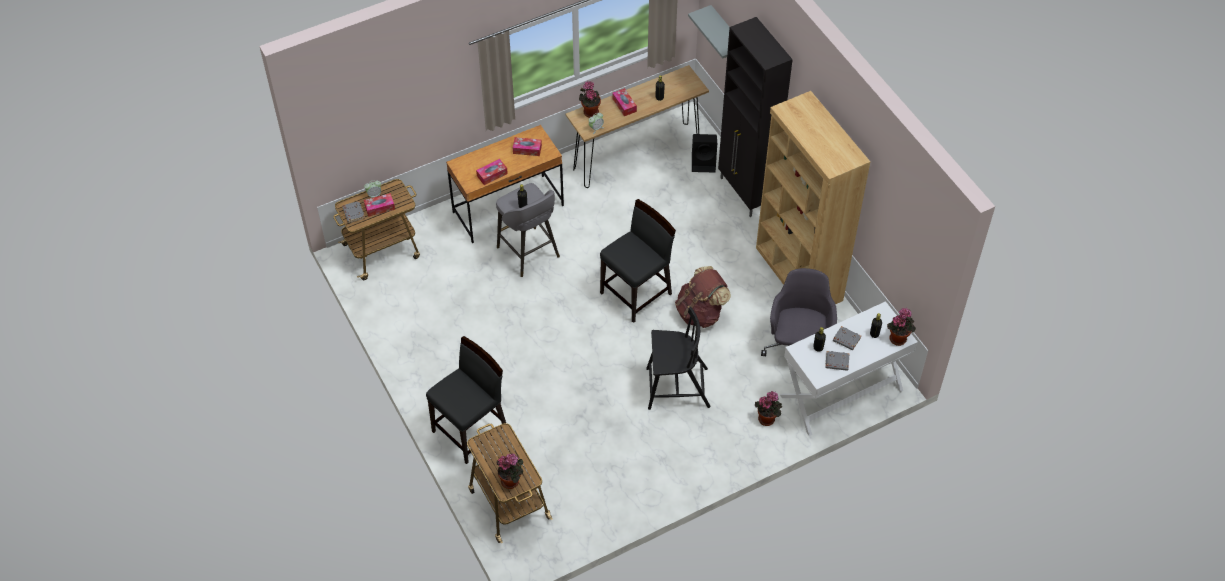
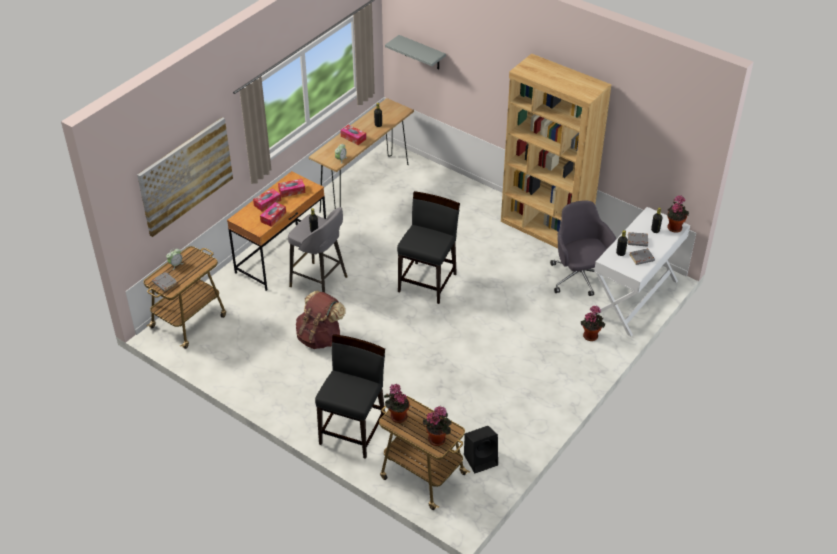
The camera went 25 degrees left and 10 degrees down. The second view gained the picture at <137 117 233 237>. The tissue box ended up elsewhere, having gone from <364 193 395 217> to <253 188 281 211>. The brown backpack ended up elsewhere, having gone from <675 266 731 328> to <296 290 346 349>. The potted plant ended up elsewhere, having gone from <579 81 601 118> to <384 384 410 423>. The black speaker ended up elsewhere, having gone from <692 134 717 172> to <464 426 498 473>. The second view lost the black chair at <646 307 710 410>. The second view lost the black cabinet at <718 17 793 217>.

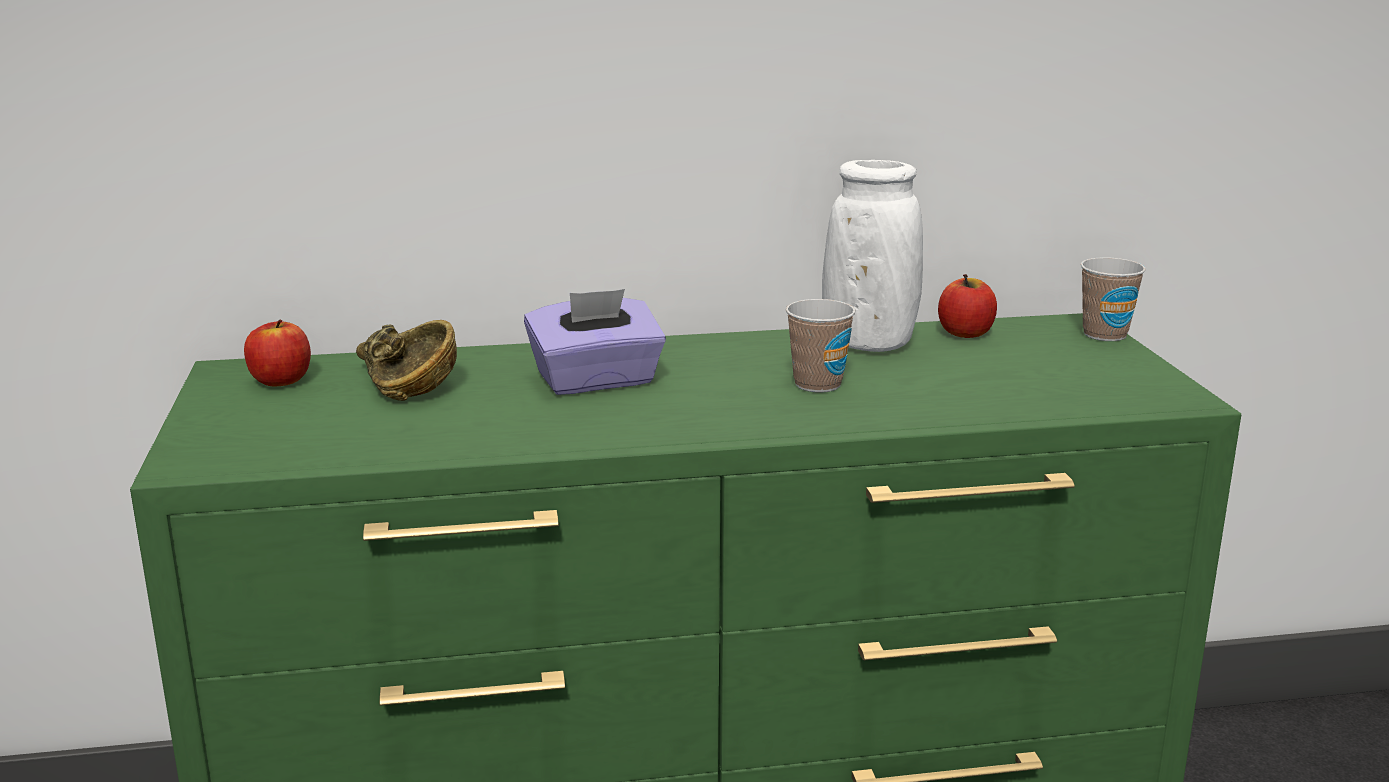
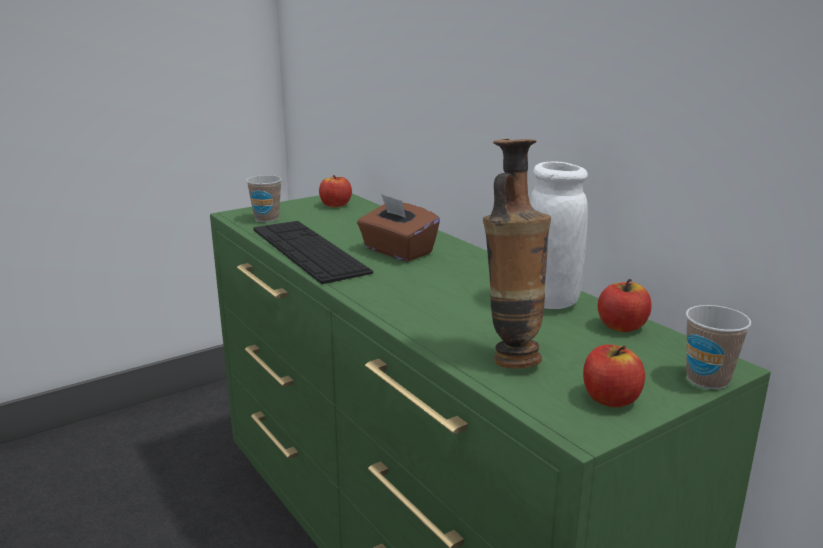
The camera went 65 degrees right and 0 degrees up. The cup ended up elsewhere, having gone from <786 299 855 393> to <246 175 282 222>. The second view gained the keyboard at <253 221 373 284>. What was the purple tissue box at <524 289 666 395> turned into the brown tissue box at <357 194 440 262>. The second view gained the vase at <483 139 551 369>. The second view gained the apple at <583 344 645 407>. The second view lost the brown bowl at <356 320 457 401>.

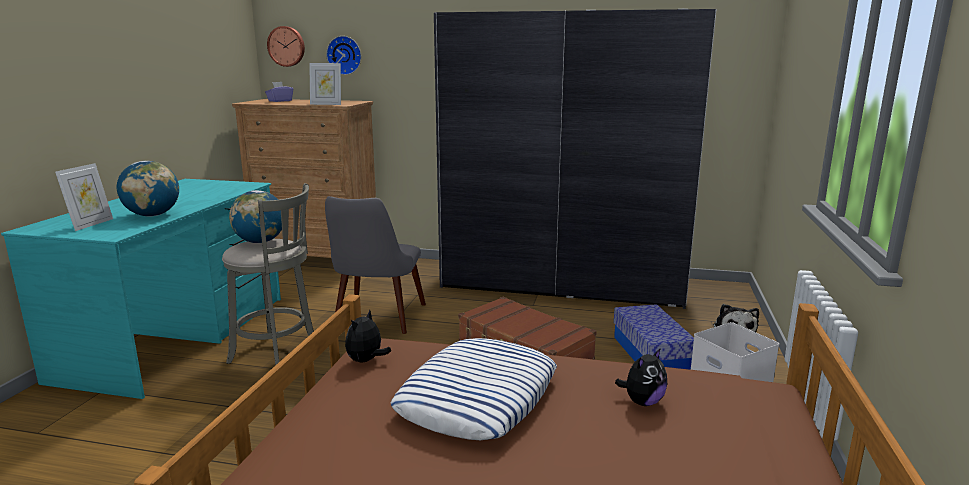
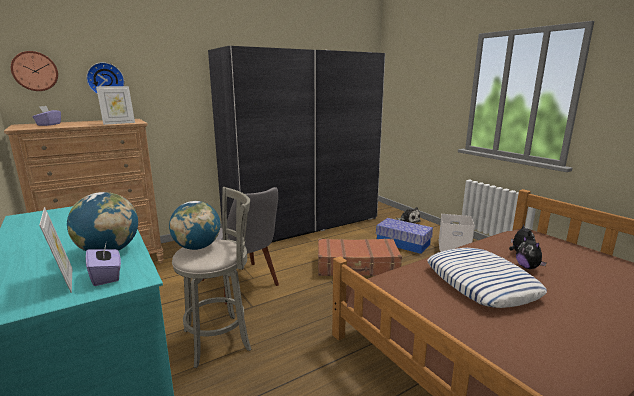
The camera went 45 degrees left and 0 degrees up. The second view gained the purple tissue box at <86 244 121 286>. The plush toy ended up elsewhere, having gone from <345 310 391 362> to <516 236 546 269>.

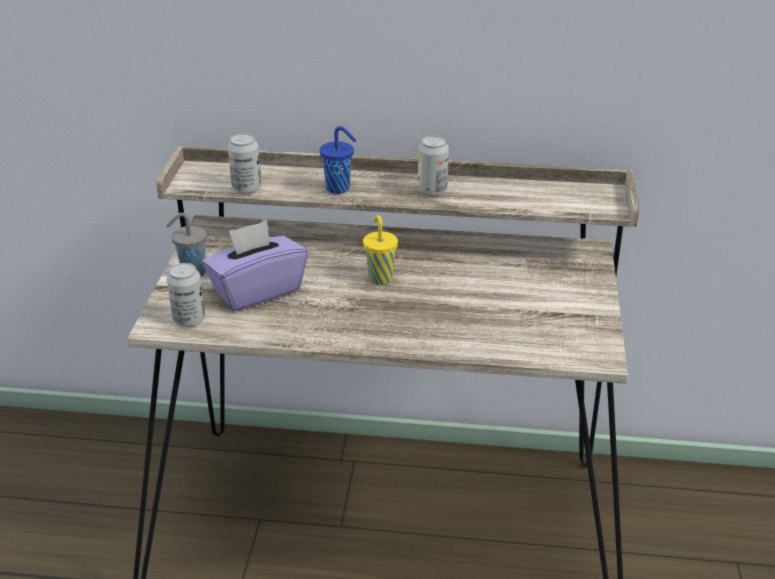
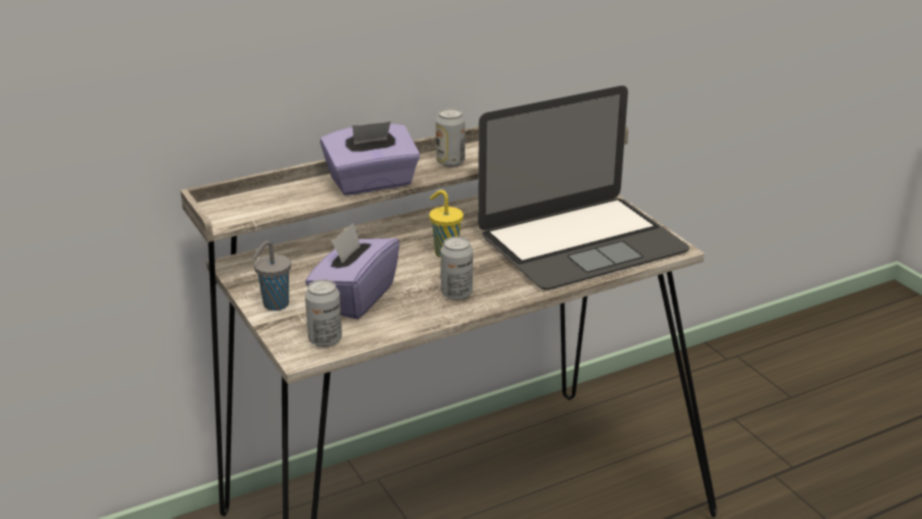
The camera went 35 degrees left and 5 degrees down. Where the blue cup stood at <320 126 356 194>, the purple tissue box came to stand at <320 121 420 196>. The can ended up elsewhere, having gone from <228 133 262 194> to <441 237 473 300>. The second view gained the laptop at <478 86 690 290>.

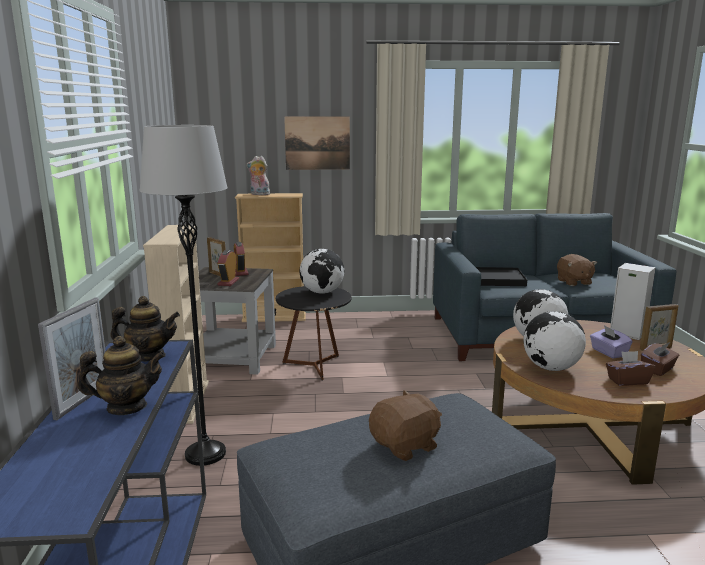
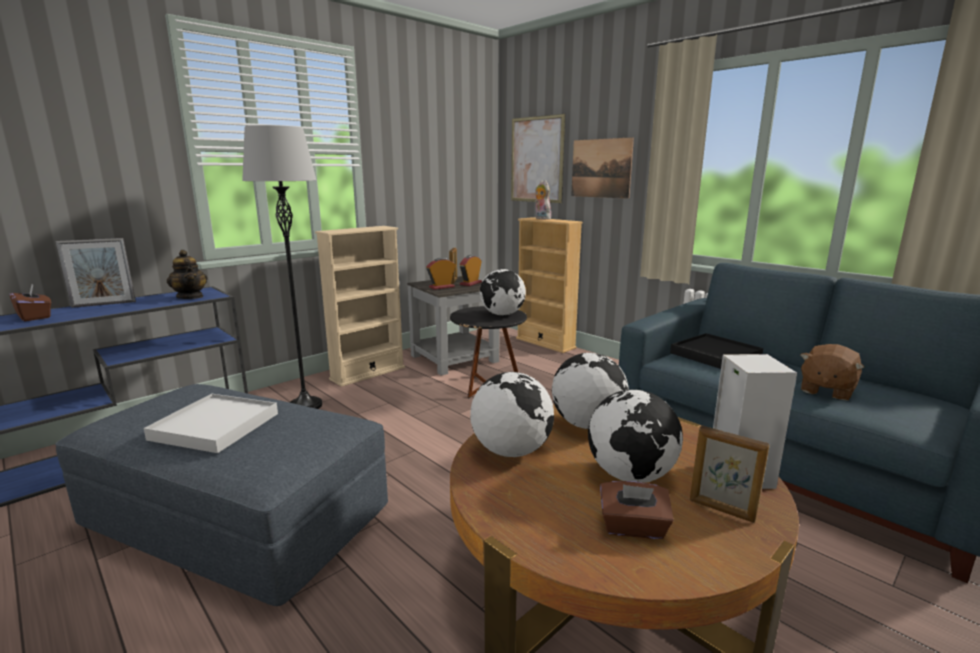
The camera went 50 degrees right and 0 degrees up. The brown tissue box ended up elsewhere, having gone from <606 351 656 386> to <10 284 51 321>. Where the brown plush toy stood at <369 390 442 461>, the white tray came to stand at <144 394 278 453>. The second view gained the picture at <511 114 566 203>. Where the purple tissue box stood at <590 325 633 359>, the globe came to stand at <588 389 683 483>. The second view lost the teapot at <77 336 165 415>.

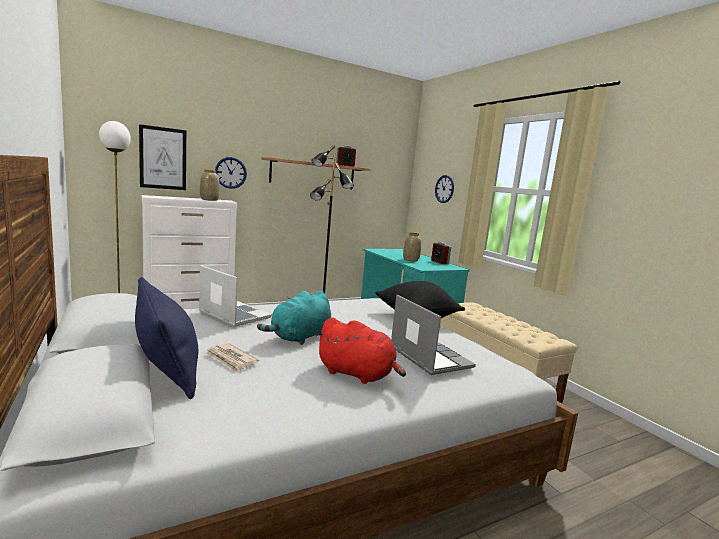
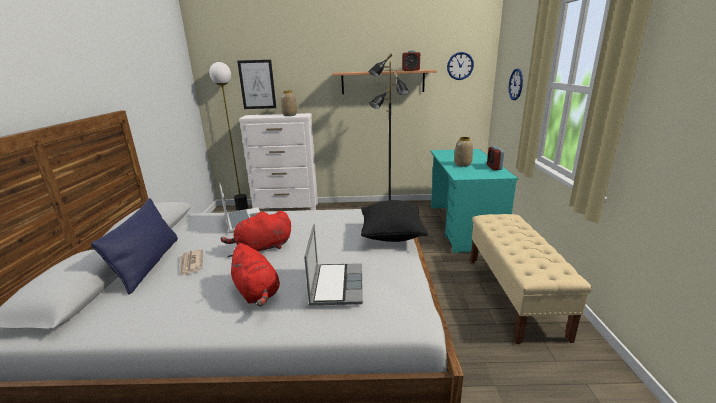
The camera went 30 degrees right and 10 degrees up. What was the turquoise plush toy at <257 291 331 345> turned into the red plush toy at <220 211 291 252>. The wall clock ended up elsewhere, having gone from <215 157 247 189> to <447 52 474 80>.

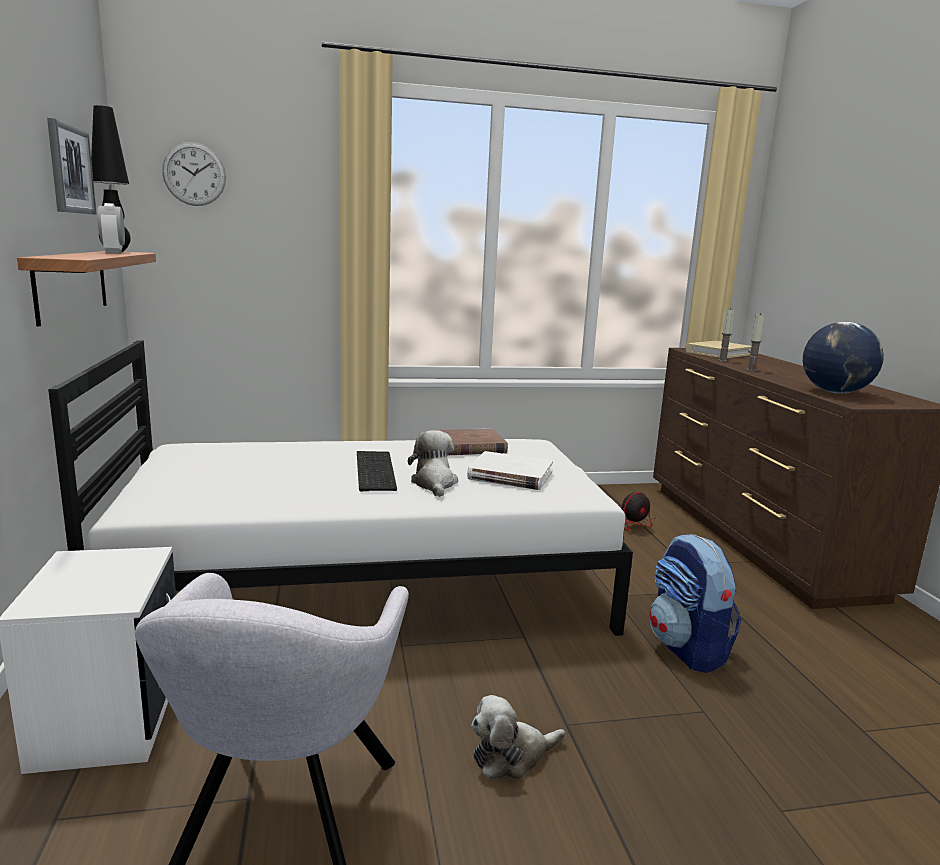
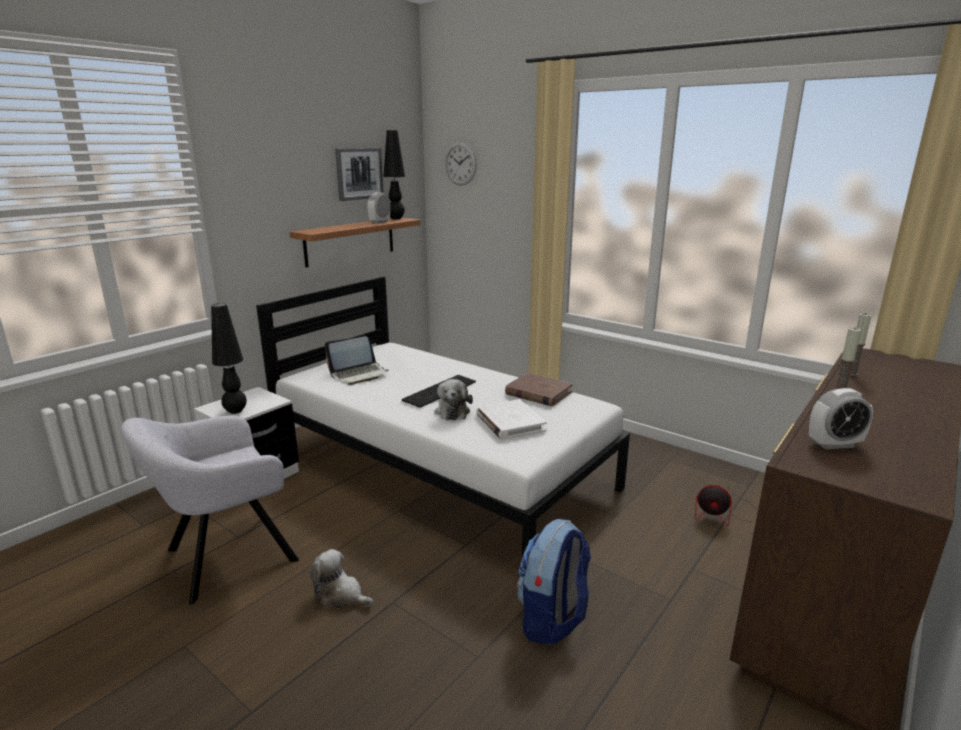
The camera went 50 degrees right and 5 degrees up. The second view gained the black table lamp at <211 303 247 414>. The second view gained the laptop at <325 336 389 385>. The plush toy at <408 430 458 497> ended up facing another way, 135 degrees clockwise from before. Where the globe stood at <803 322 884 394>, the alarm clock came to stand at <809 388 873 449>. The second view lost the beige book at <685 341 751 358>.

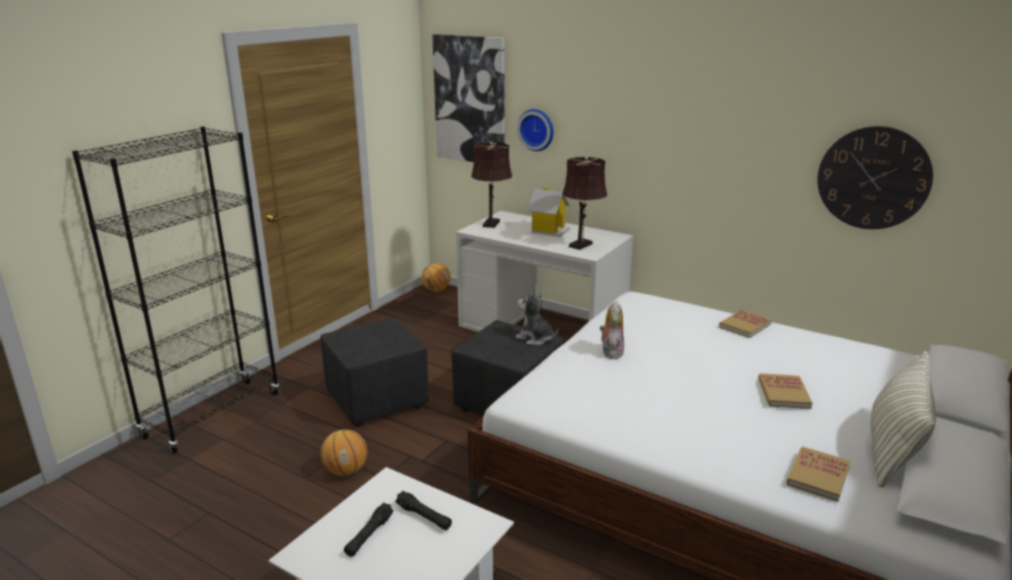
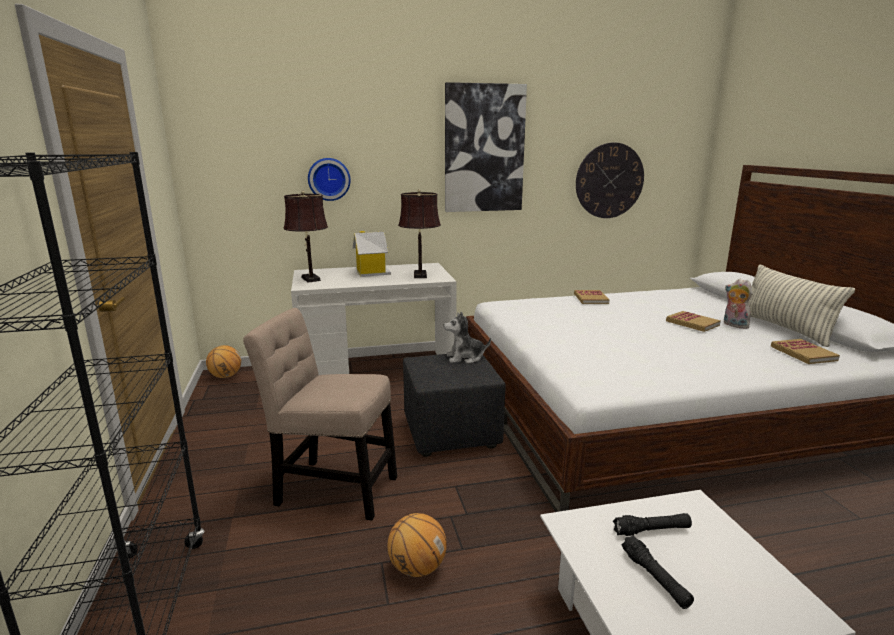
The camera went 45 degrees left and 5 degrees down. Where the black ottoman stood at <320 317 429 427>, the beige chair came to stand at <243 308 397 520>. The picture ended up elsewhere, having gone from <432 34 504 162> to <445 82 527 212>. The plush toy ended up elsewhere, having gone from <600 300 624 359> to <724 279 753 329>.

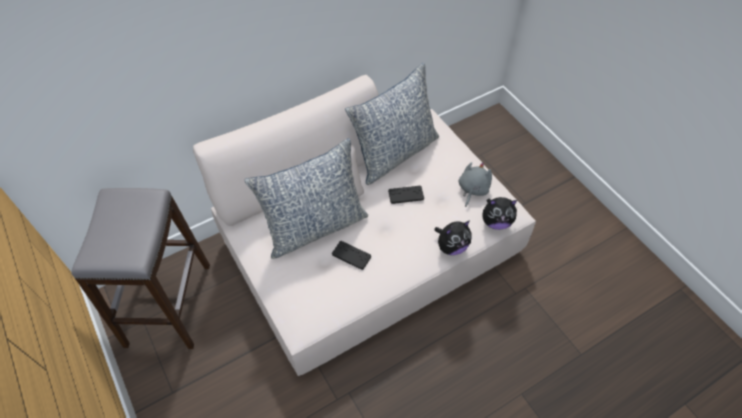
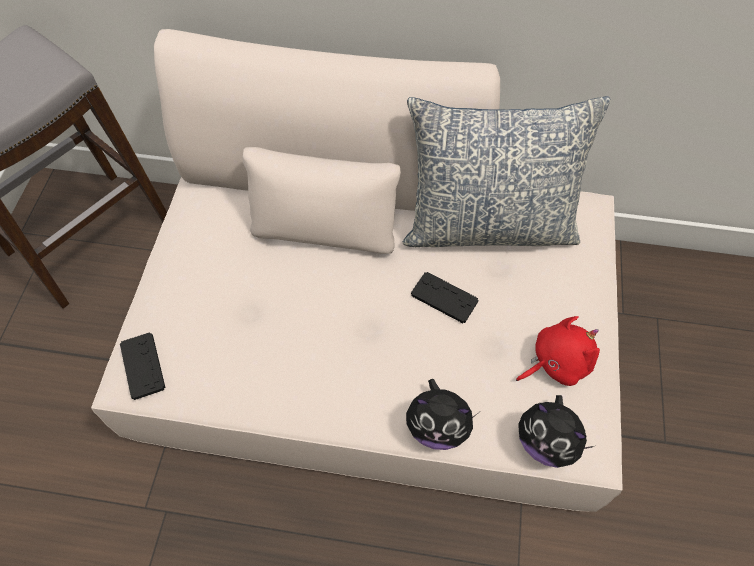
The camera went 40 degrees right and 5 degrees up. The black game controller ended up elsewhere, having gone from <332 241 371 270> to <120 332 165 400>. What was the grey plush toy at <459 162 492 207> turned into the red plush toy at <516 316 600 386>. The second view lost the pillow at <244 138 368 259>.

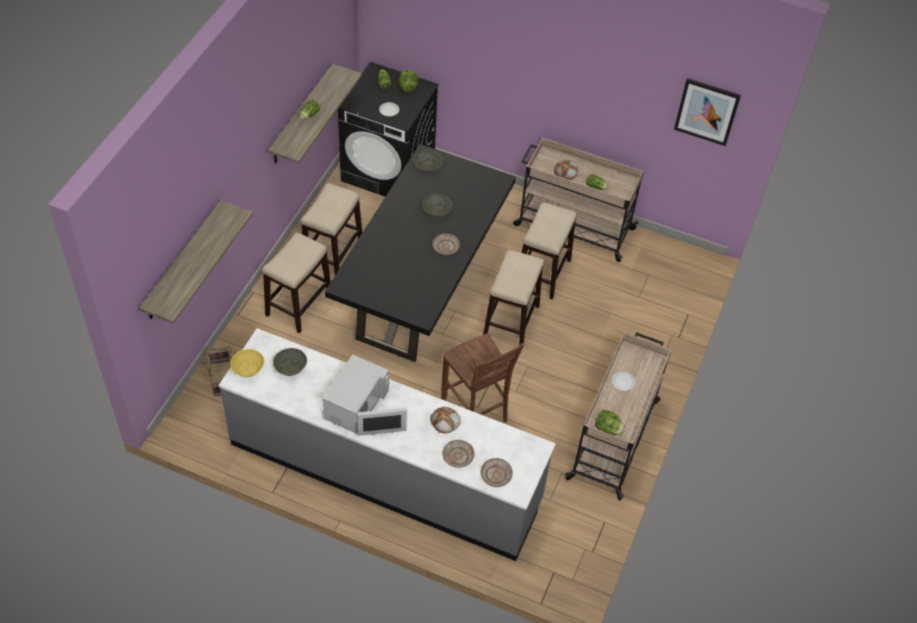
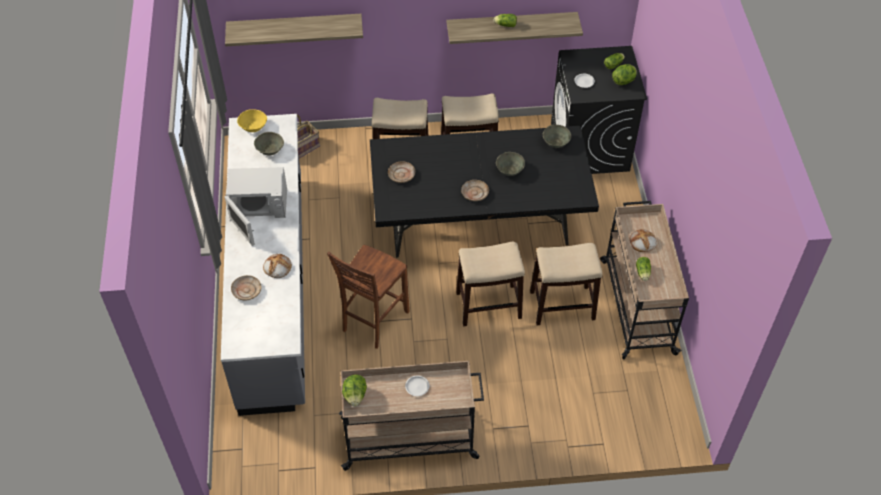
The camera went 65 degrees right and 0 degrees up. The beige plate ended up elsewhere, having gone from <481 458 513 487> to <388 161 415 183>. The second view lost the picture at <674 78 741 146>.

